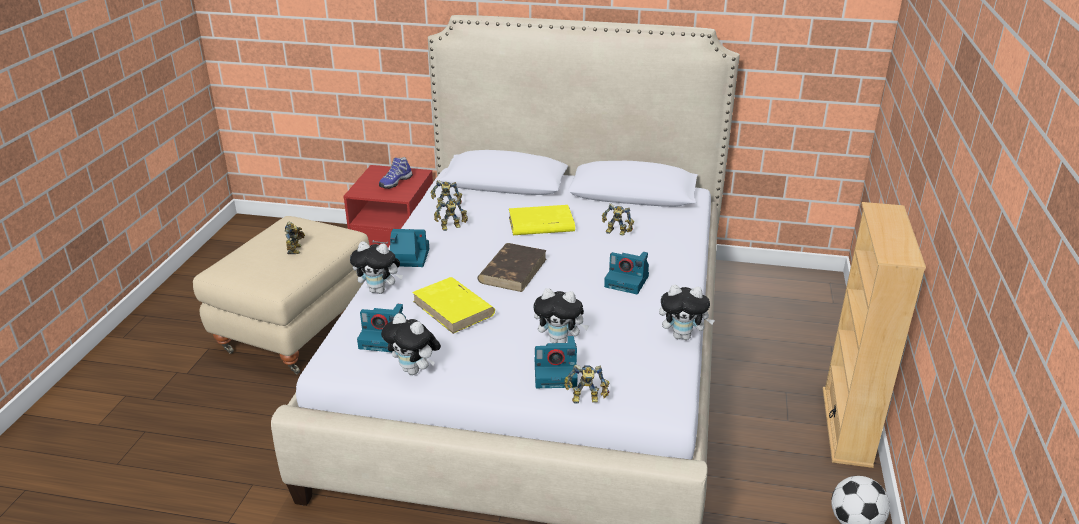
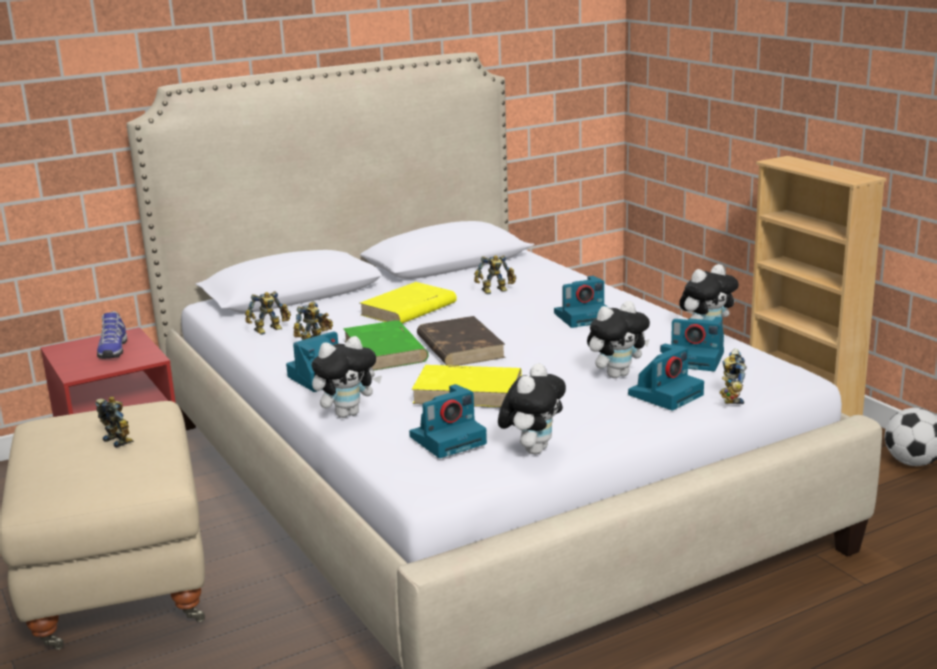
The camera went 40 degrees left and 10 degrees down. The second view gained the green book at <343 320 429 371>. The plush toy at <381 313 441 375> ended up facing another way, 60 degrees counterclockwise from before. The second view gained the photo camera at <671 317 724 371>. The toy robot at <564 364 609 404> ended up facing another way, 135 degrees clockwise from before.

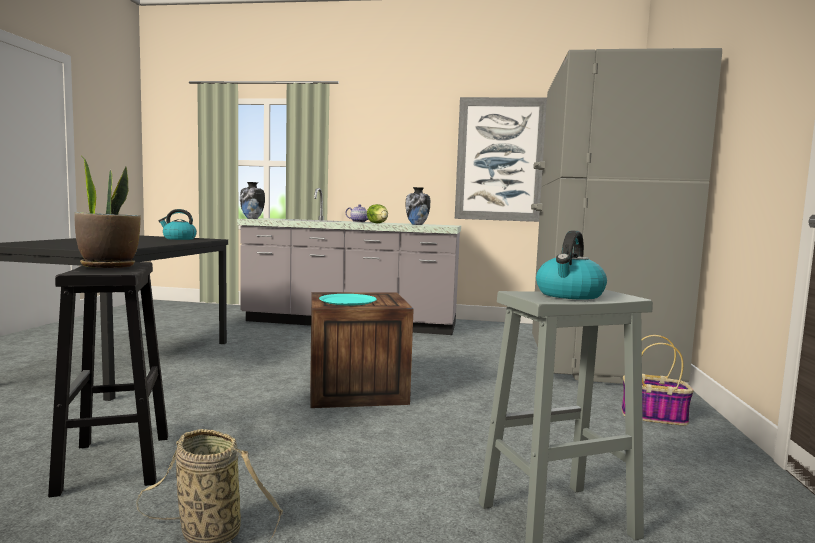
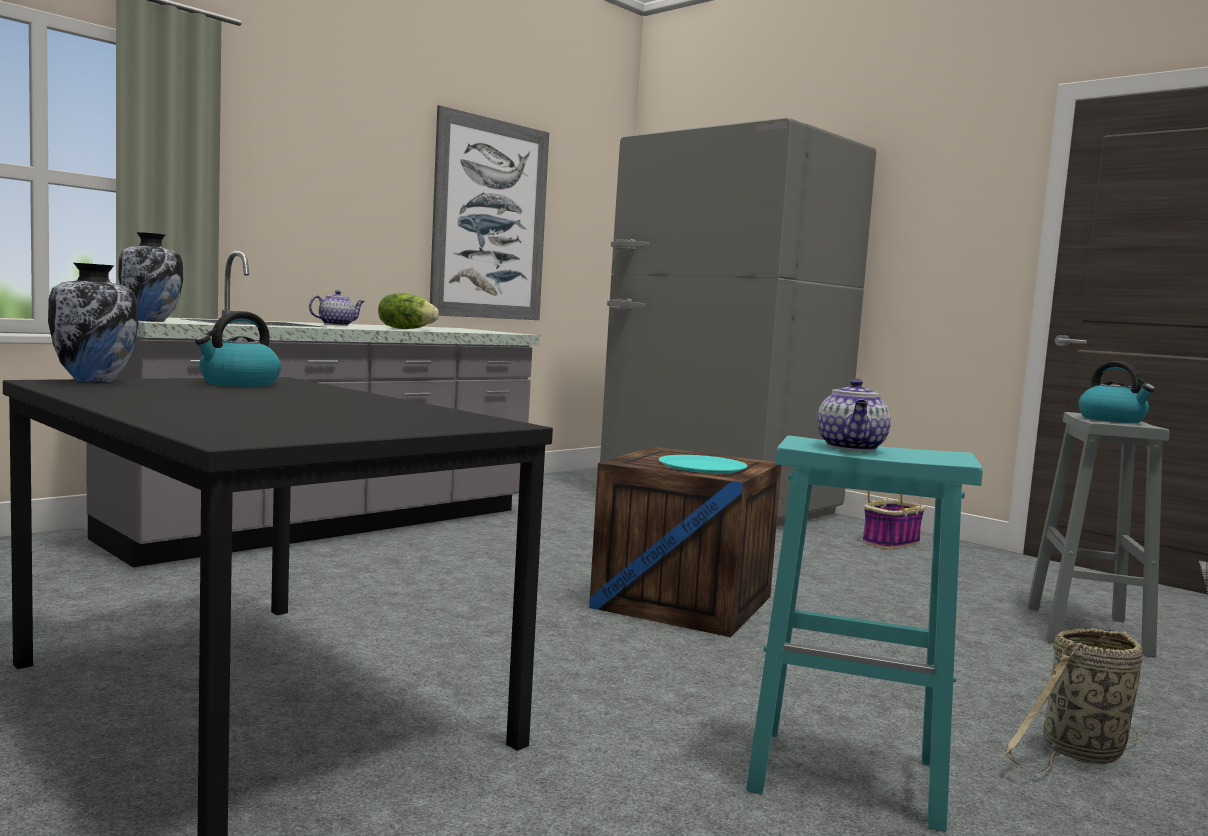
The camera went 55 degrees left and 0 degrees up. The vase ended up elsewhere, having gone from <405 187 430 225> to <48 263 138 383>. What was the black stool at <48 262 168 497> turned into the turquoise stool at <746 436 983 832>. Where the potted plant stood at <74 156 141 268>, the teapot came to stand at <817 379 891 451>.

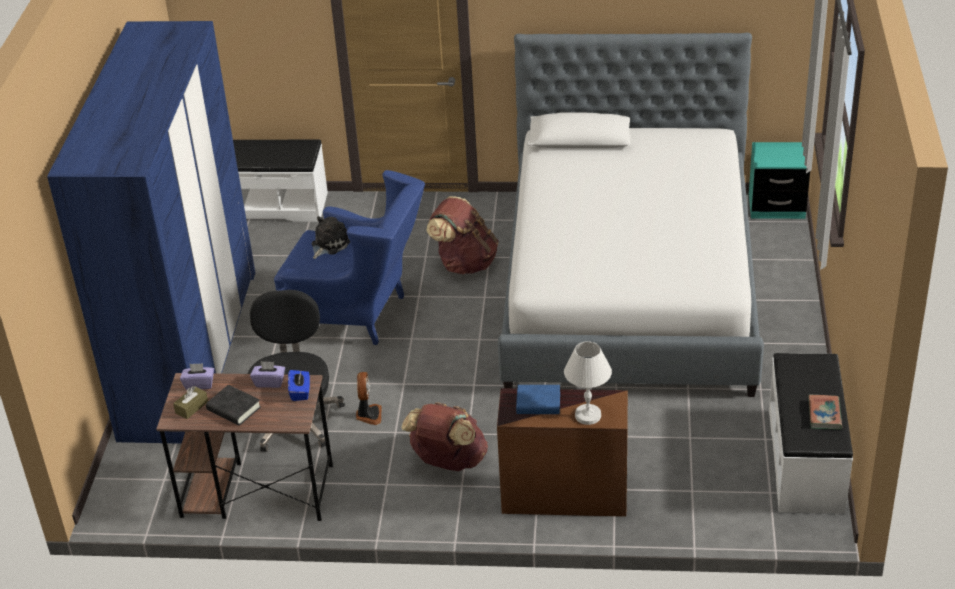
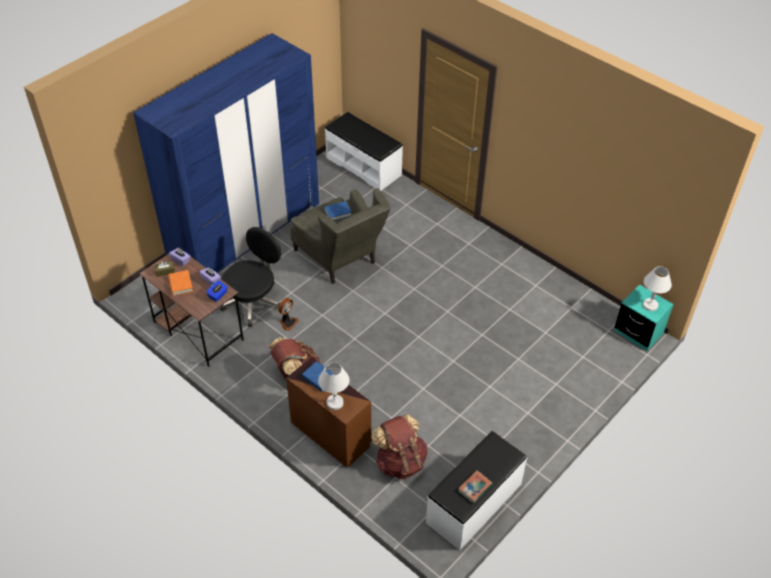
The camera went 35 degrees right and 10 degrees up. What was the black book at <206 385 261 425> turned into the orange book at <168 270 193 296>. What was the blue armchair at <274 170 425 345> turned into the grey armchair at <290 188 391 284>. Where the plush toy stood at <312 216 350 259>, the blue book came to stand at <324 201 352 221>. The brown backpack ended up elsewhere, having gone from <426 196 499 274> to <371 414 428 479>. The second view gained the white table lamp at <643 266 672 311>. The second view lost the bed at <498 32 764 397>.

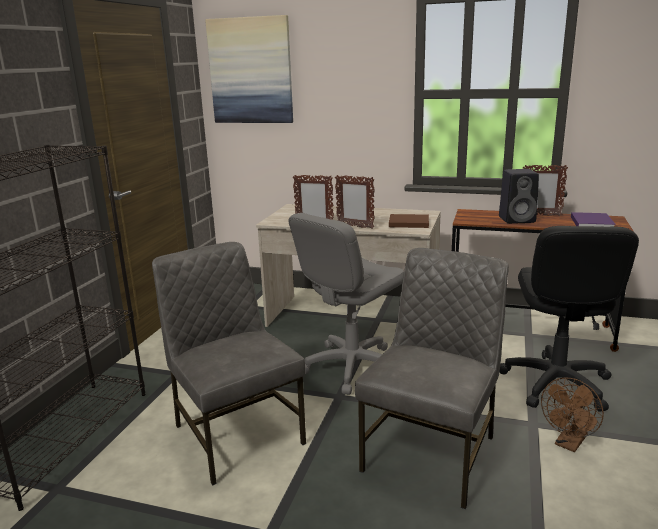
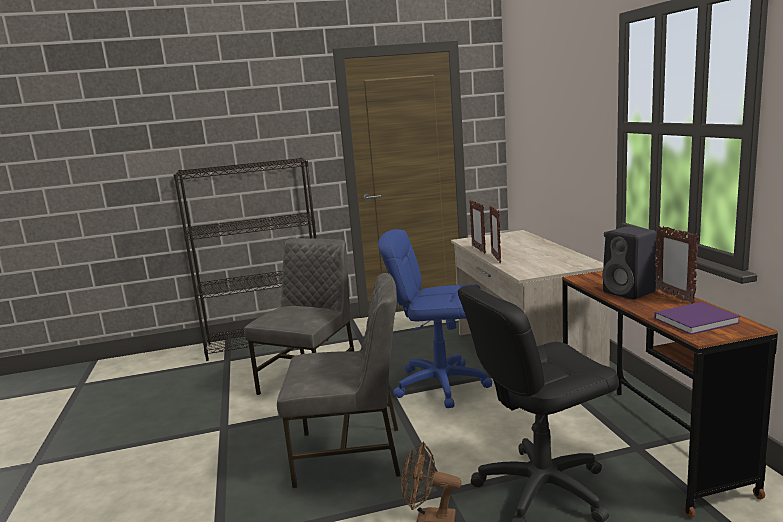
The camera went 60 degrees right and 5 degrees down. What was the grey office chair at <288 213 404 395> turned into the blue office chair at <378 229 492 408>. The second view lost the picture at <205 15 293 123>. The second view lost the brown book at <389 214 429 228>.

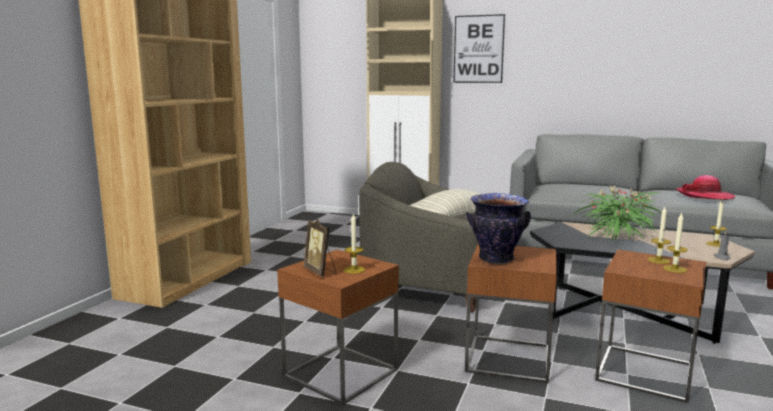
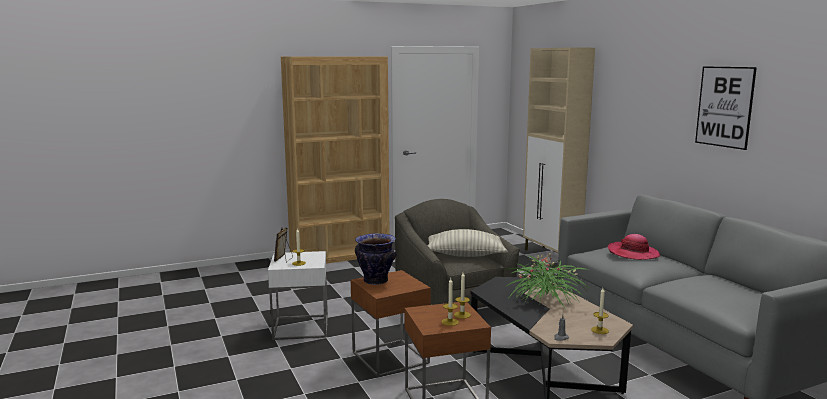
The camera went 45 degrees right and 0 degrees up. What was the brown side table at <277 250 399 405> turned into the white side table at <268 251 328 340>. The hat ended up elsewhere, having gone from <676 175 735 200> to <608 234 660 260>. The picture ended up elsewhere, having gone from <453 14 505 83> to <695 66 757 150>.

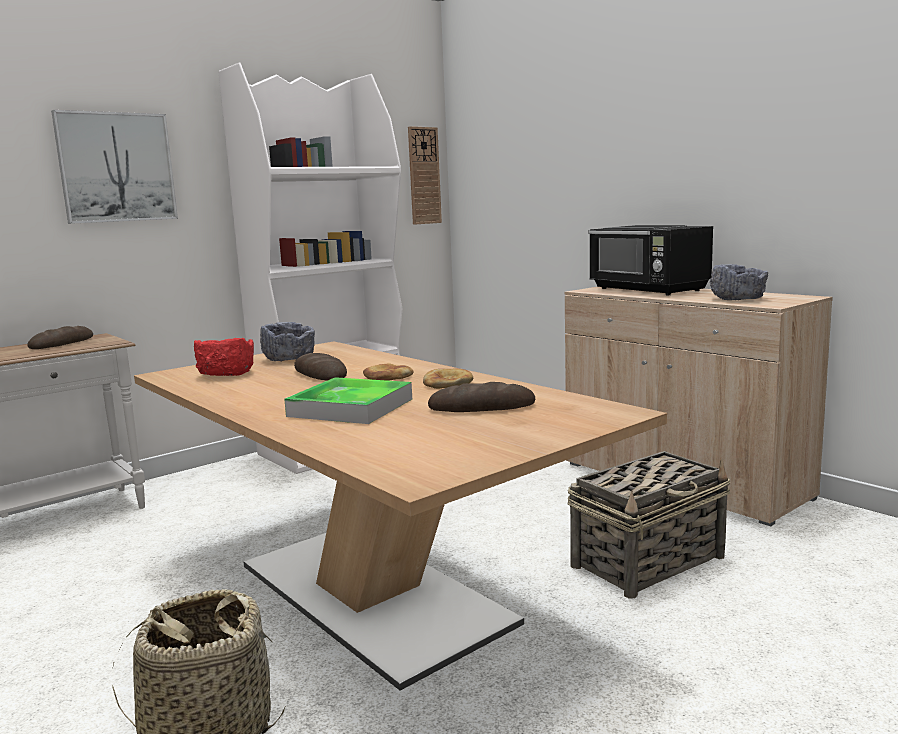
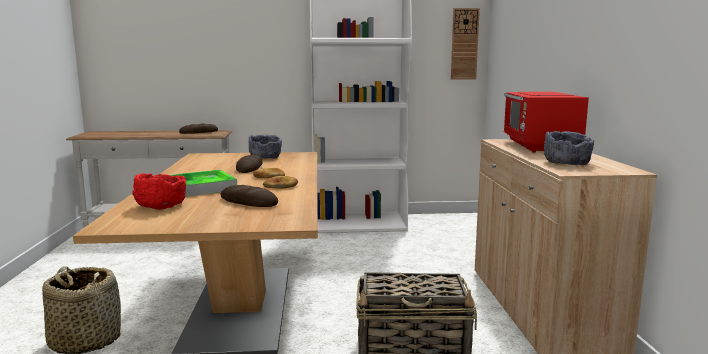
The camera went 35 degrees right and 0 degrees up. The red bowl ended up elsewhere, having gone from <194 338 254 376> to <132 173 186 210>. What was the black microwave at <588 225 713 295> turned into the red microwave at <503 92 589 153>. The second view lost the picture at <51 110 178 224>.

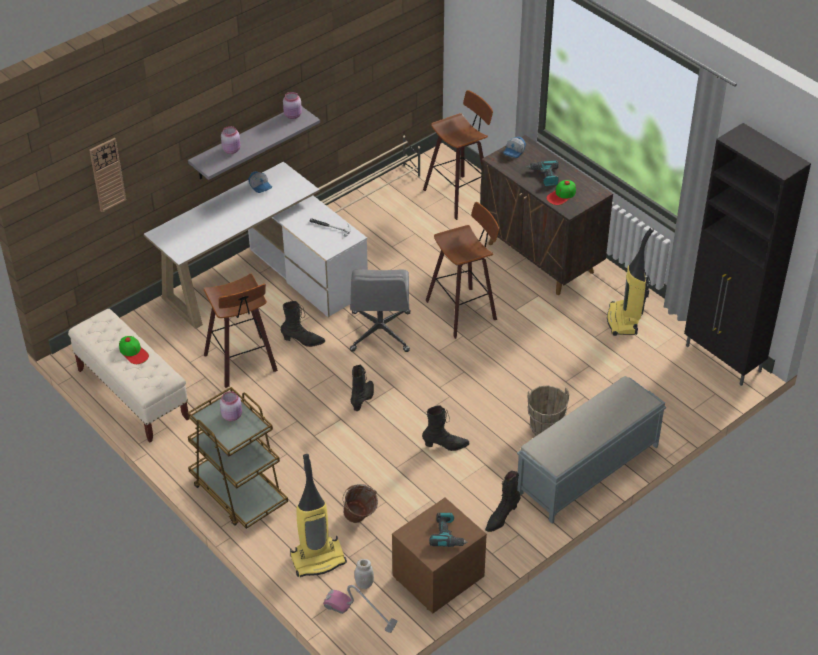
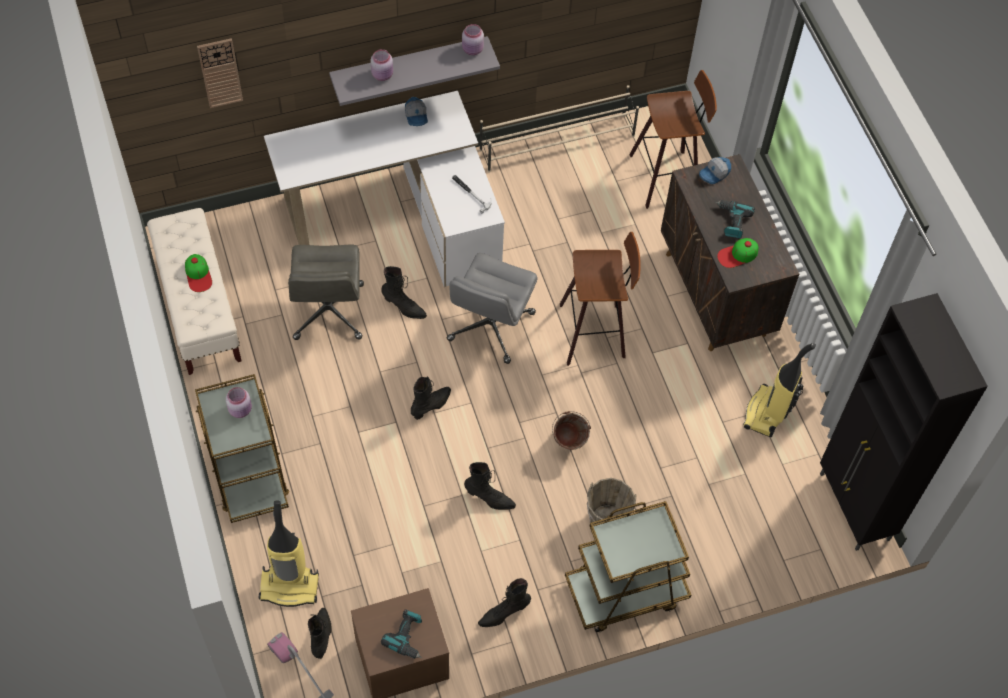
The camera went 20 degrees right and 15 degrees up. Where the stool stood at <203 274 278 388>, the grey office chair came to stand at <288 245 364 340>. Where the white jar stood at <354 559 374 589>, the black boot came to stand at <308 608 332 659>. The brown bucket ended up elsewhere, having gone from <343 484 378 523> to <552 411 591 450>. Where the grey bench stood at <517 376 666 523>, the brown cart came to stand at <565 501 691 632>.

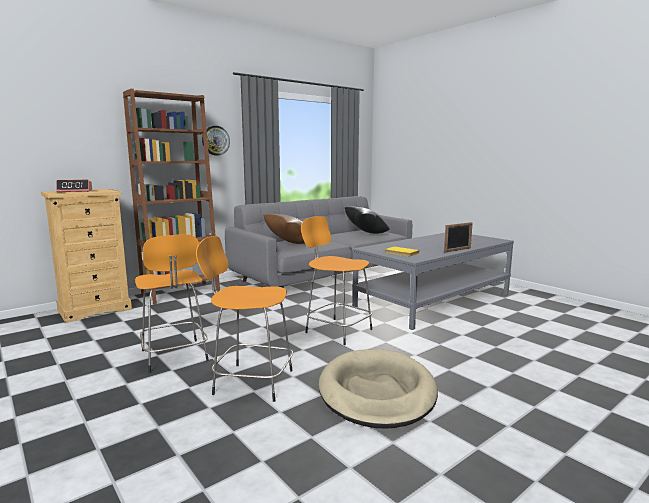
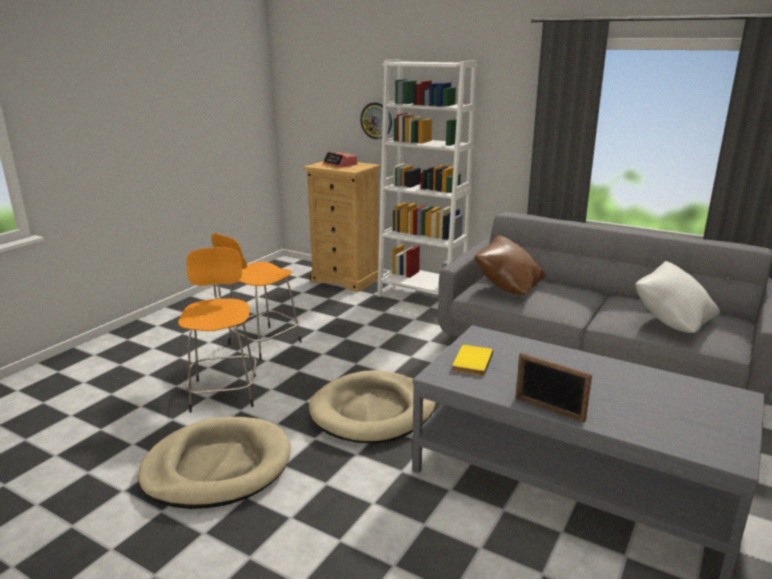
The camera went 70 degrees right and 10 degrees up. Where the orange stool stood at <301 216 372 345>, the beige dog bed came to stand at <309 370 436 443>. The wall clock ended up elsewhere, having gone from <202 126 230 156> to <360 102 392 139>. What was the brown bookcase at <123 89 220 305> turned into the white bookcase at <378 59 477 297>. What was the black pillow at <345 206 390 234> turned into the white pillow at <635 261 720 333>.

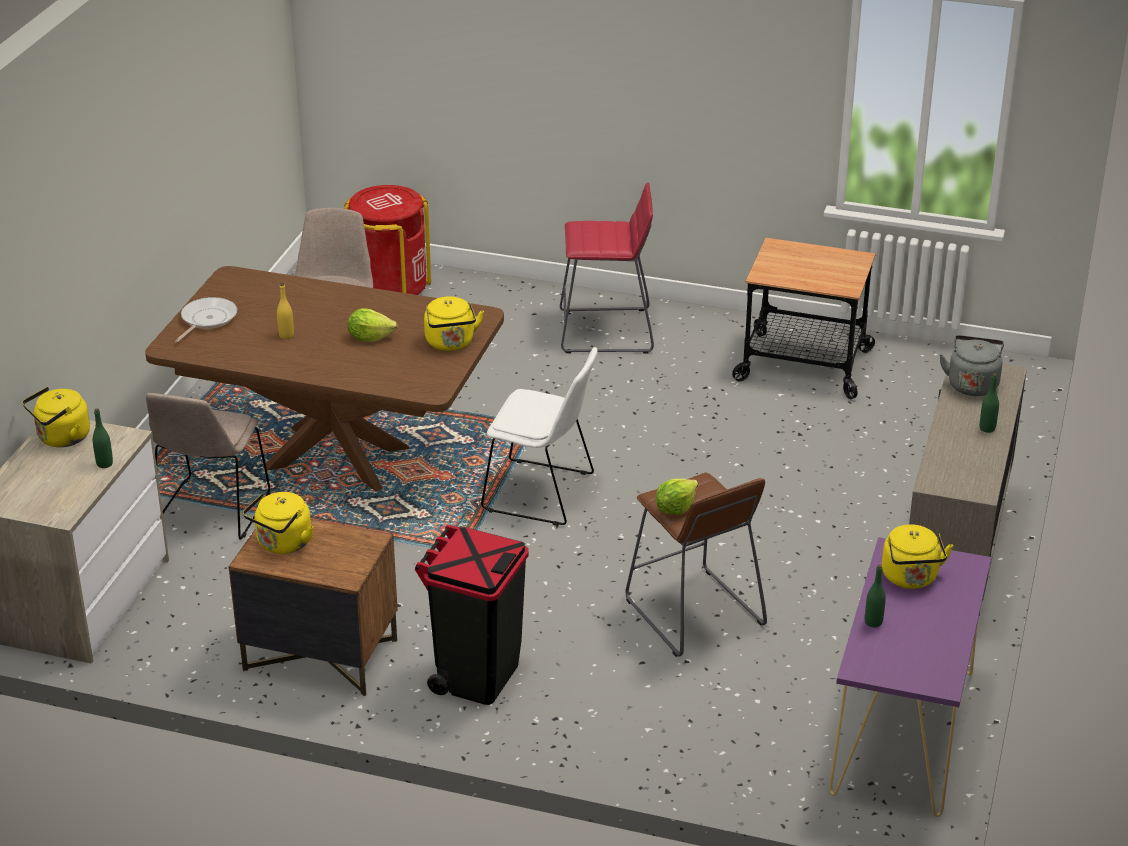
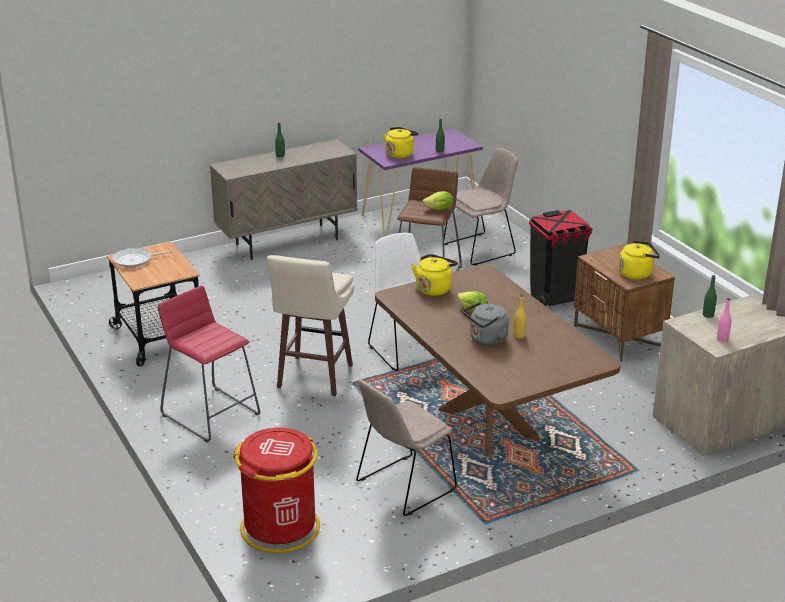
The camera went 135 degrees left and 5 degrees down. The frying pan ended up elsewhere, having gone from <175 297 237 343> to <113 248 172 268>. The second view gained the beige stool at <267 255 354 396>. The beige chair ended up elsewhere, having gone from <146 393 270 540> to <444 148 518 266>. The grey kettle ended up elsewhere, having gone from <939 335 1004 396> to <463 302 509 346>. Where the yellow kettle stood at <22 387 90 447>, the pink bottle came to stand at <717 298 731 342>.

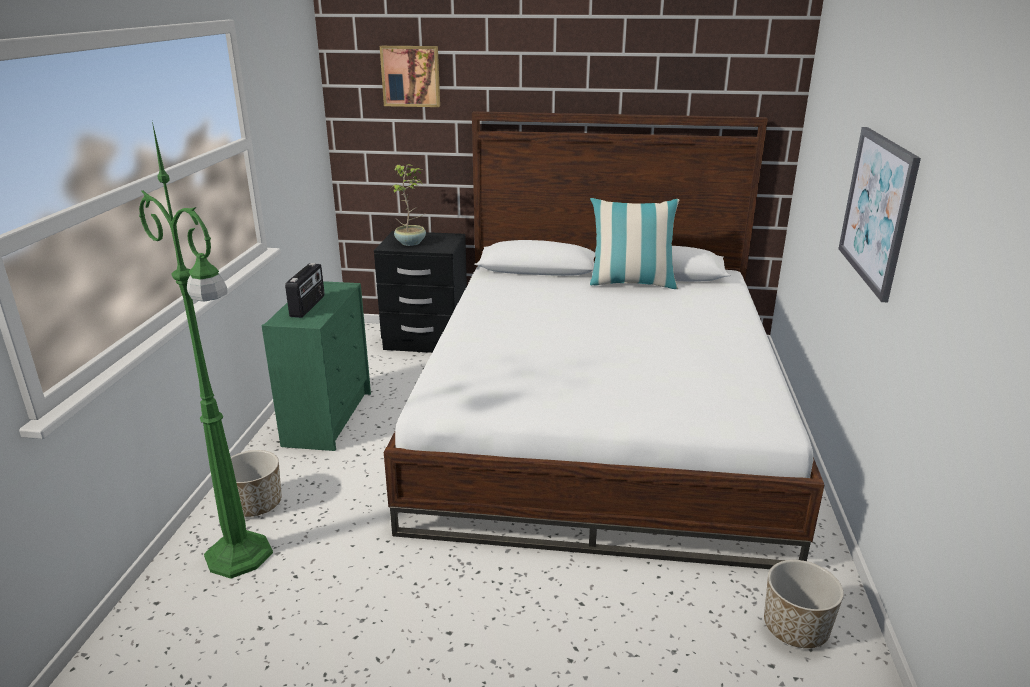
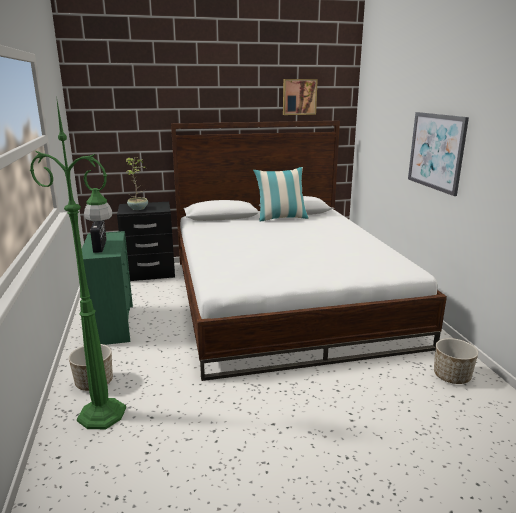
The camera went 20 degrees left and 5 degrees down. The picture ended up elsewhere, having gone from <380 46 440 107> to <283 79 318 115>.

